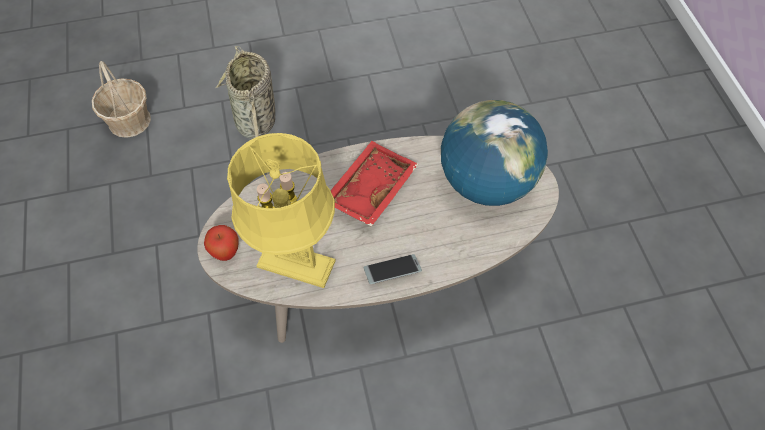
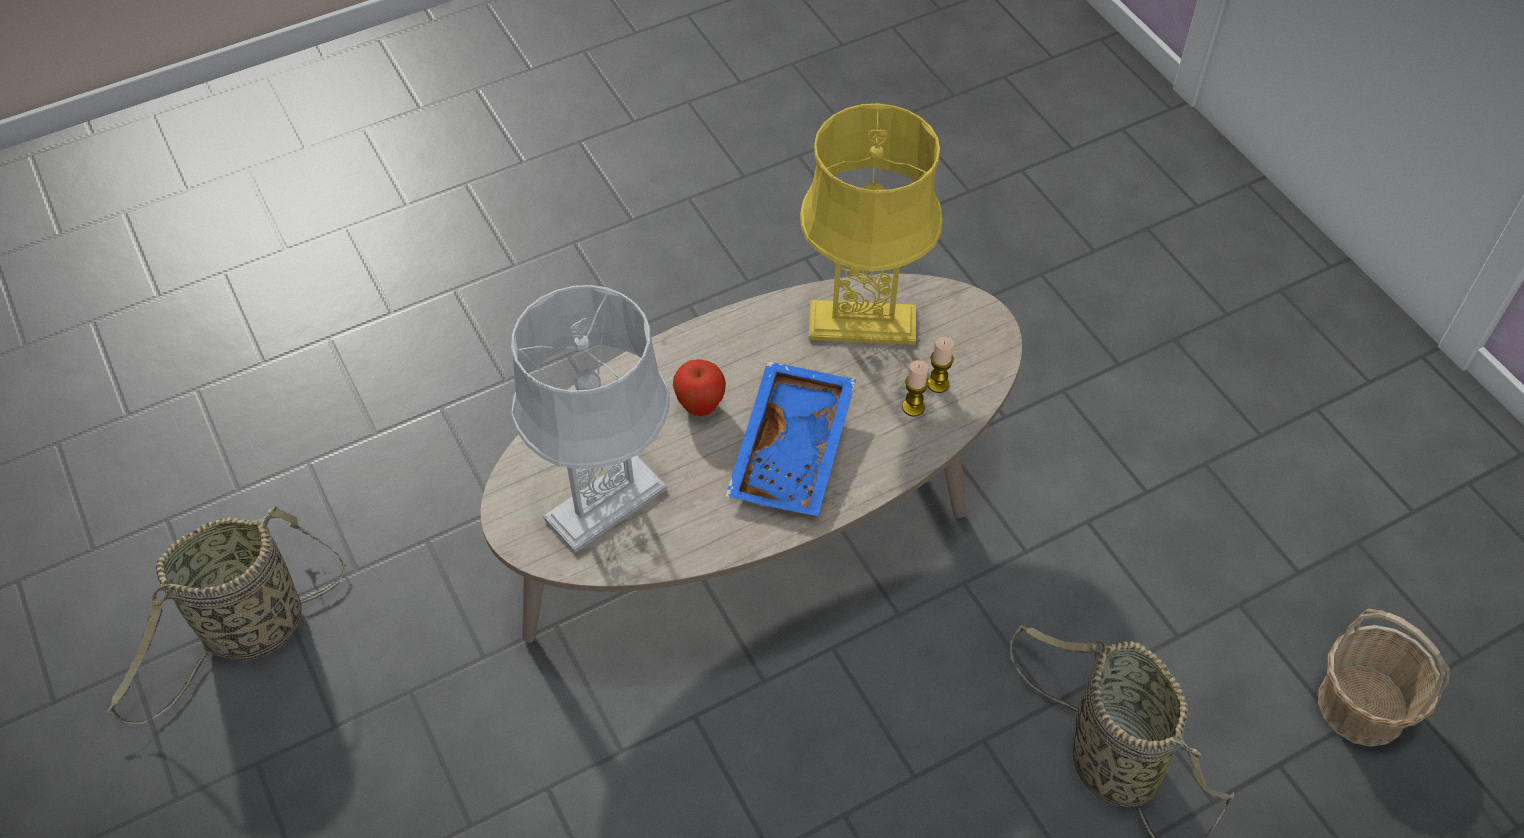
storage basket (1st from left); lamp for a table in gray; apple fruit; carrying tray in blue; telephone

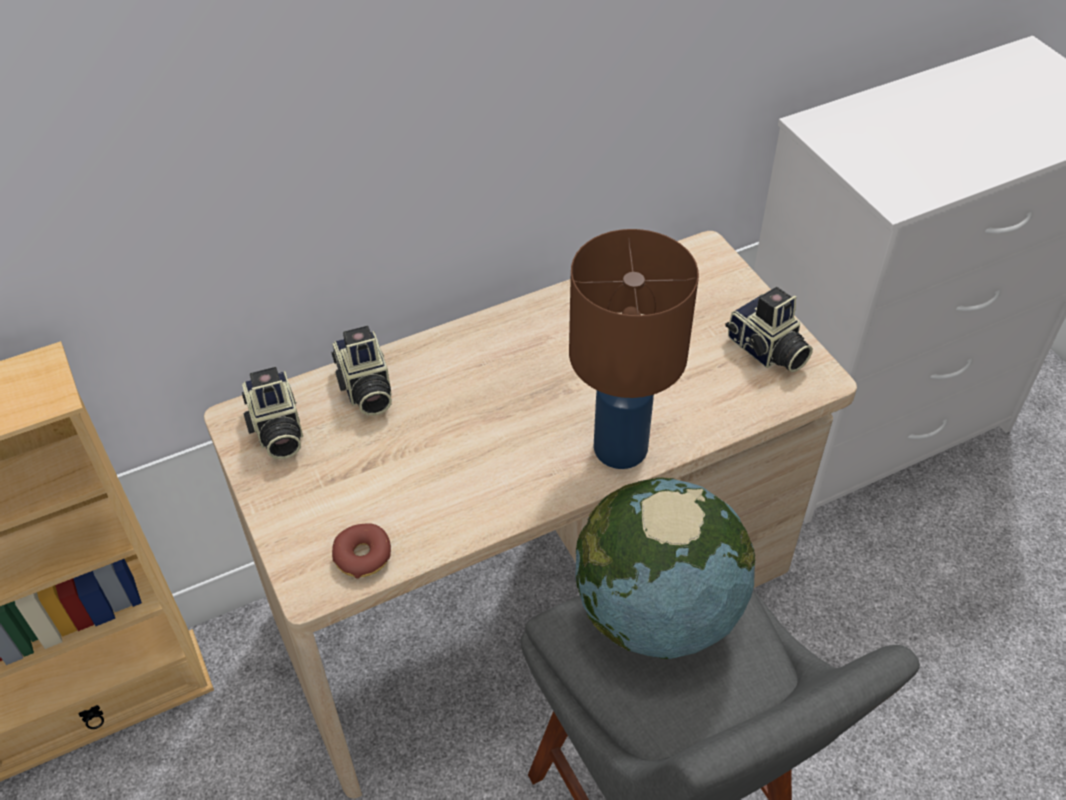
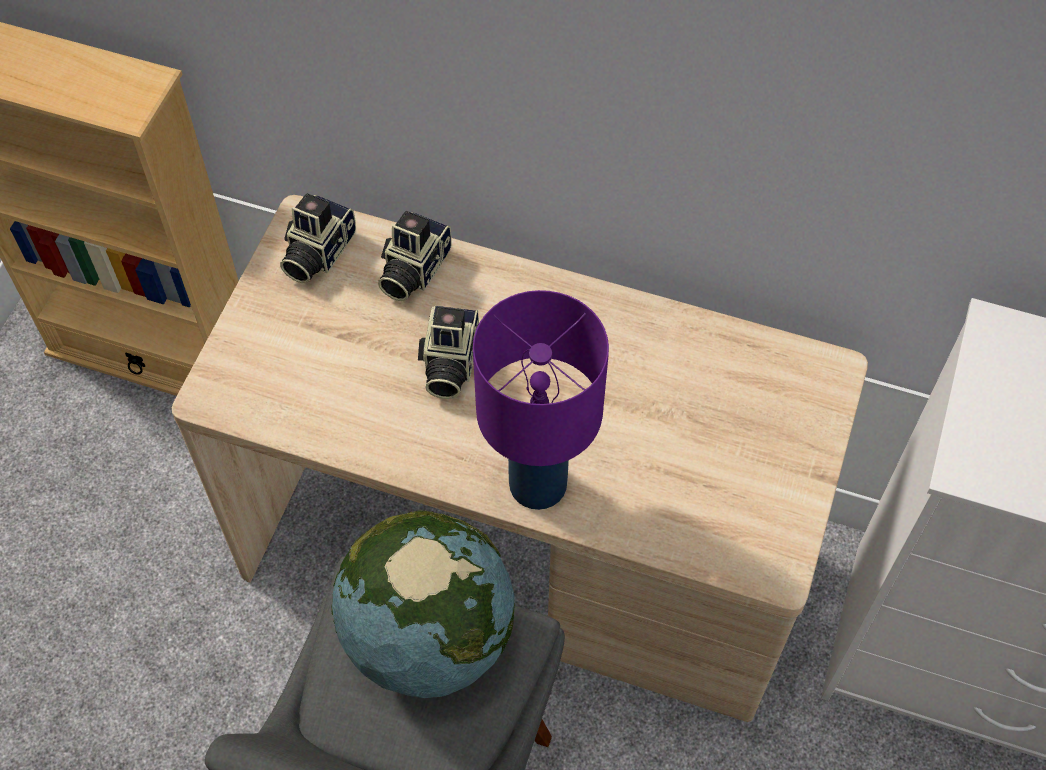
photo camera (3rd from left); lamp for a table in purple; donut

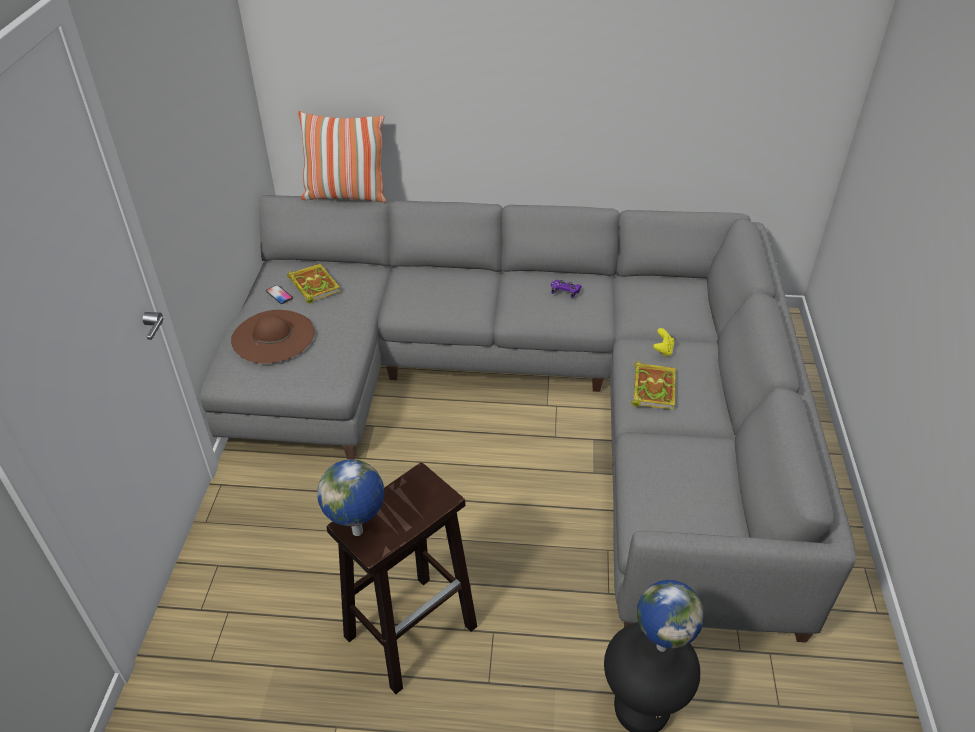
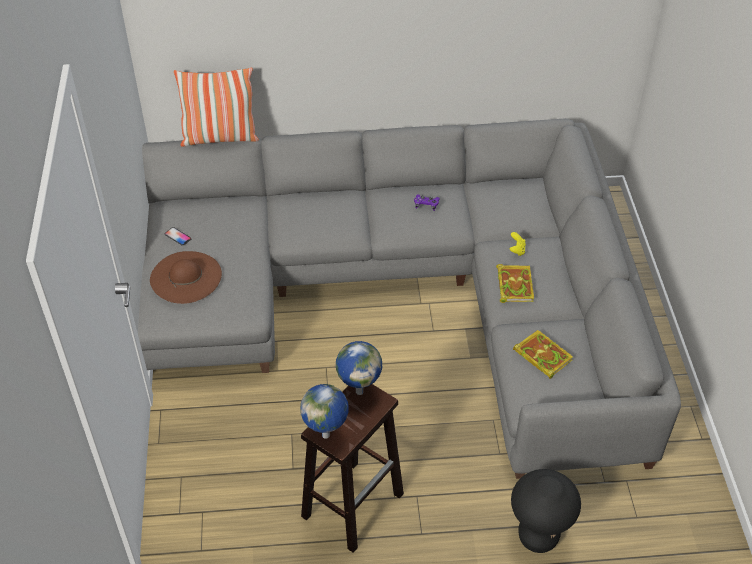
desk globe (2nd from left); bound book (2nd from left)

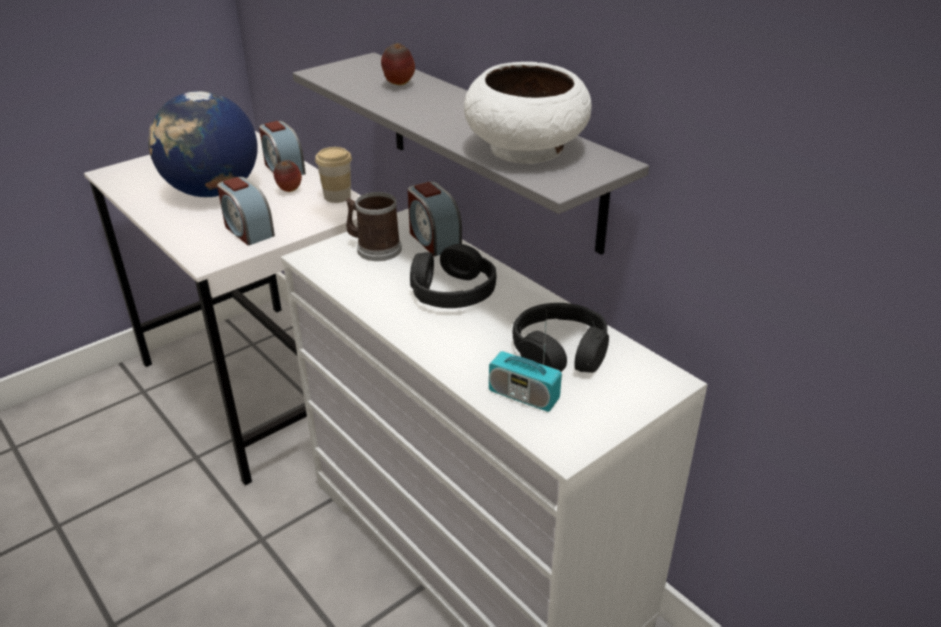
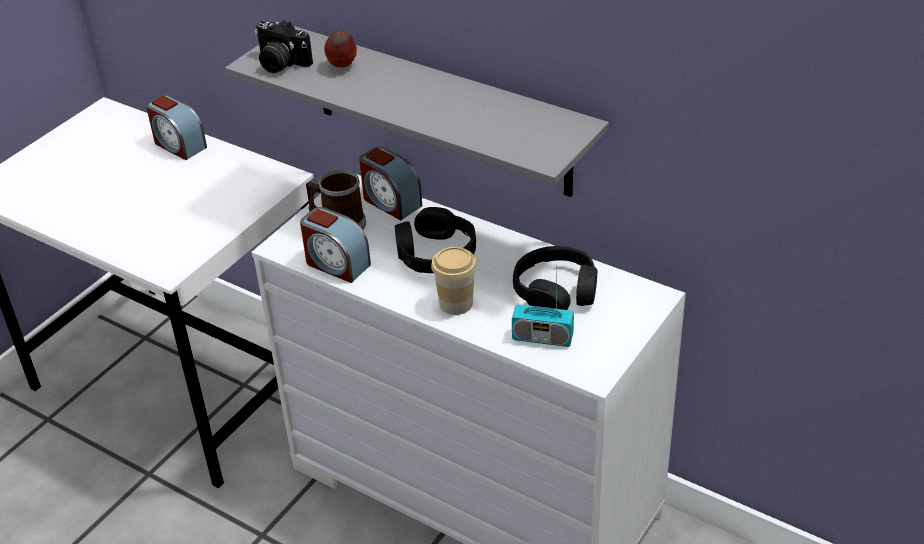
photo camera; bedside clock (2nd from left); drinking cup; desk globe; apple fruit (1st from left in the first image); serving bowl in whitish

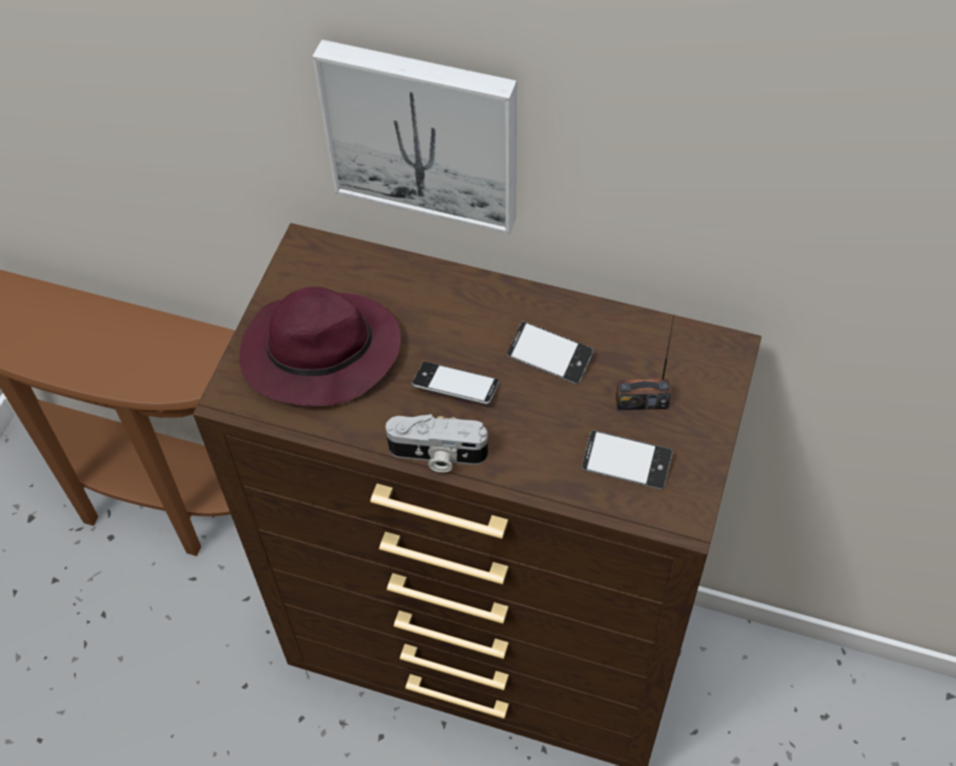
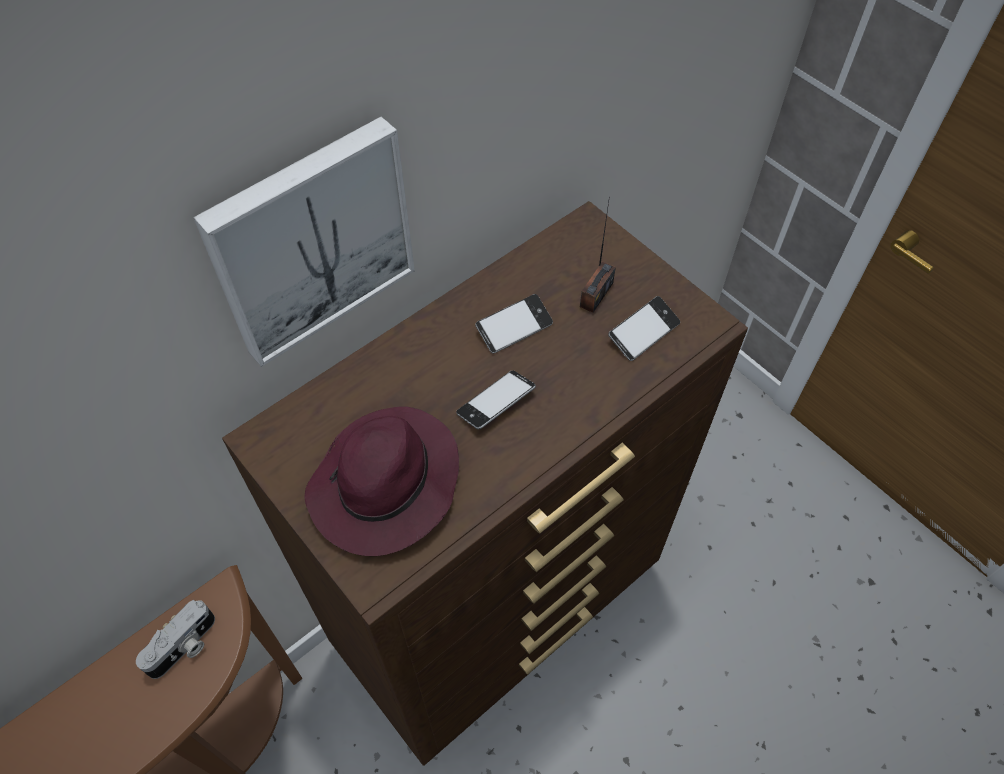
photo camera

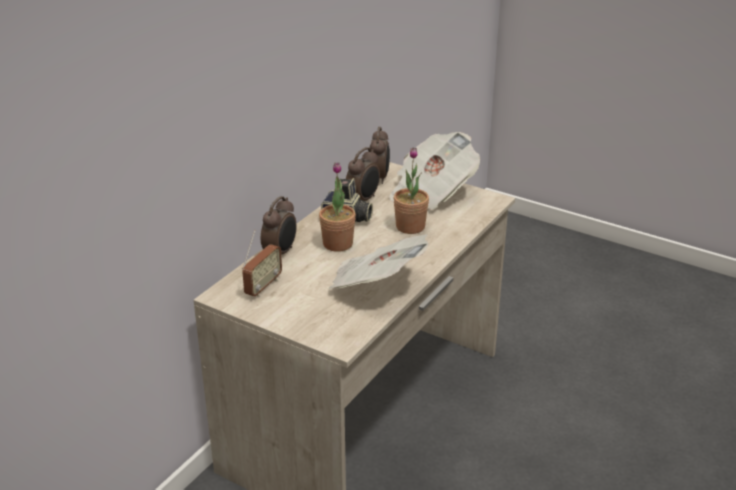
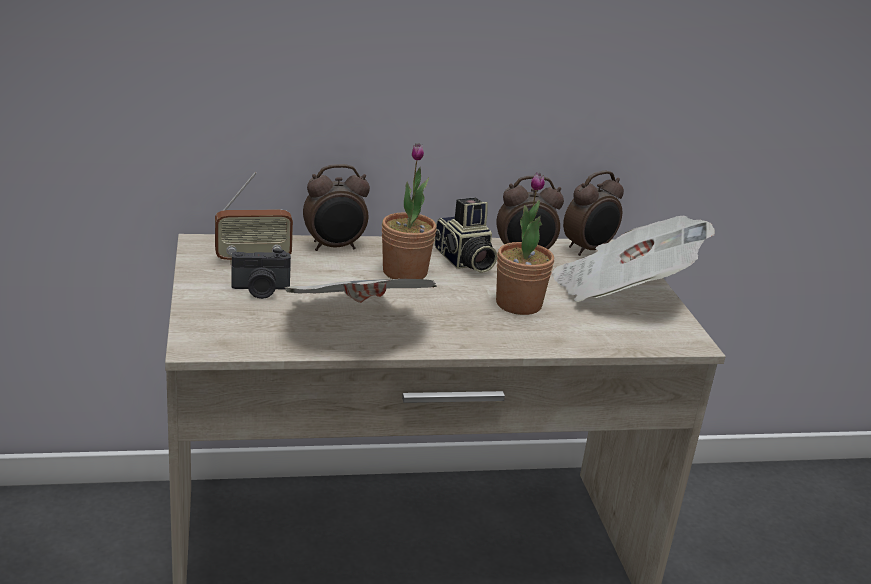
photo camera (1st from left)

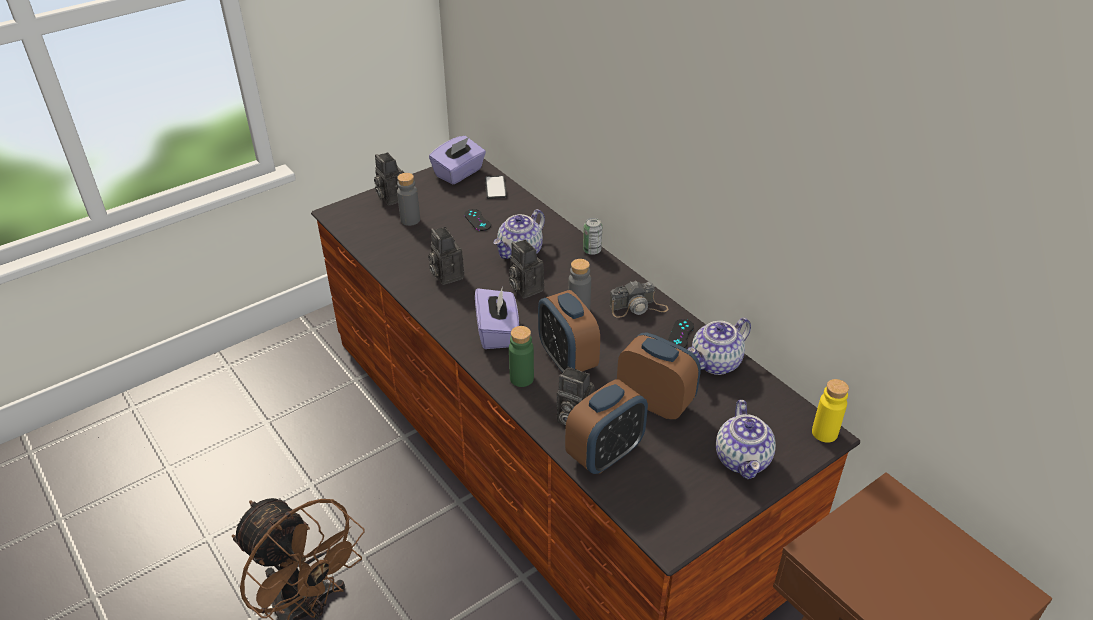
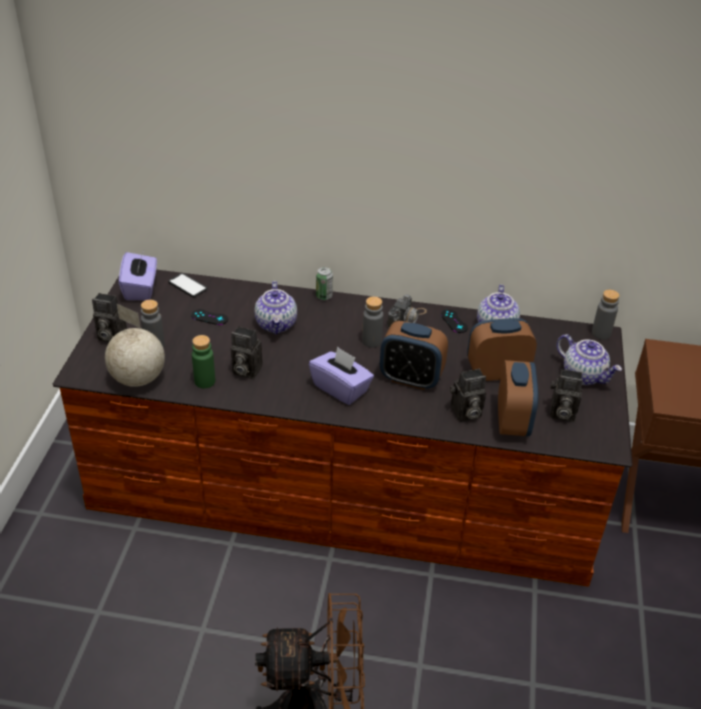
desk globe; bottle in greenish; photo camera (5th from left); bottle in gray (3rd from left)

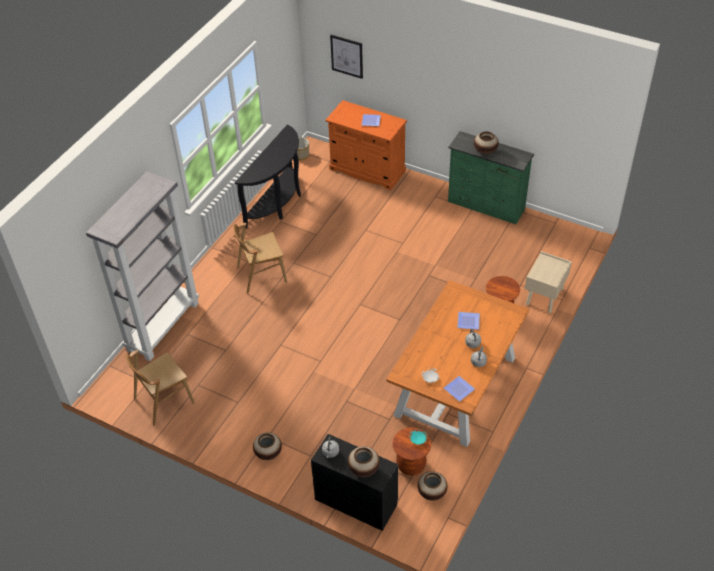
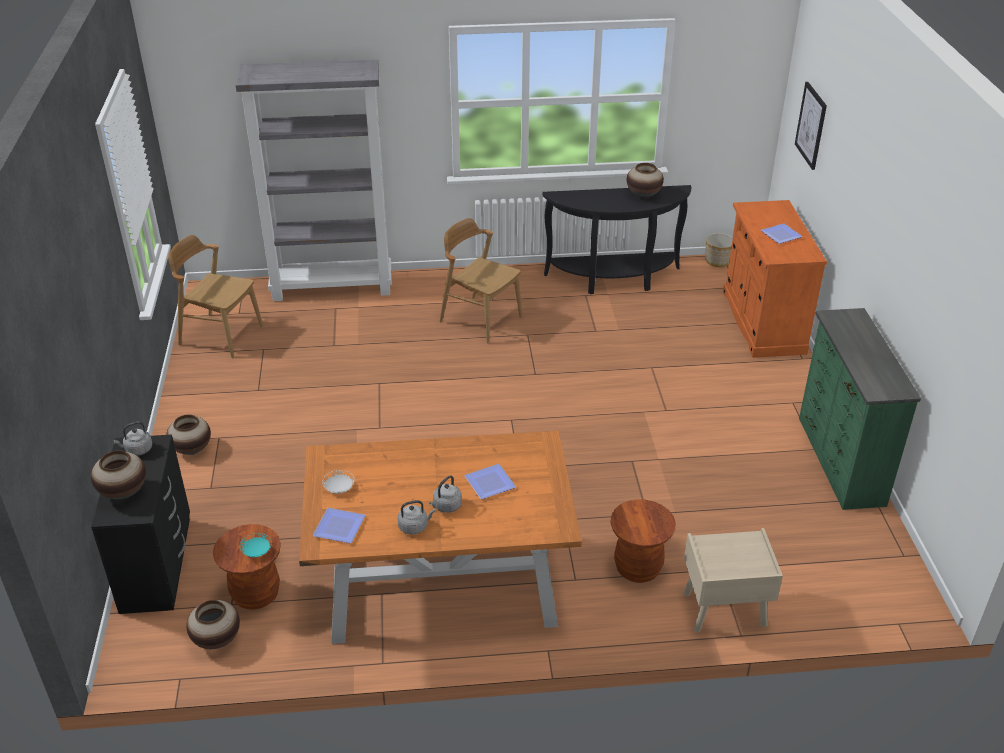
flower vase (4th from left)

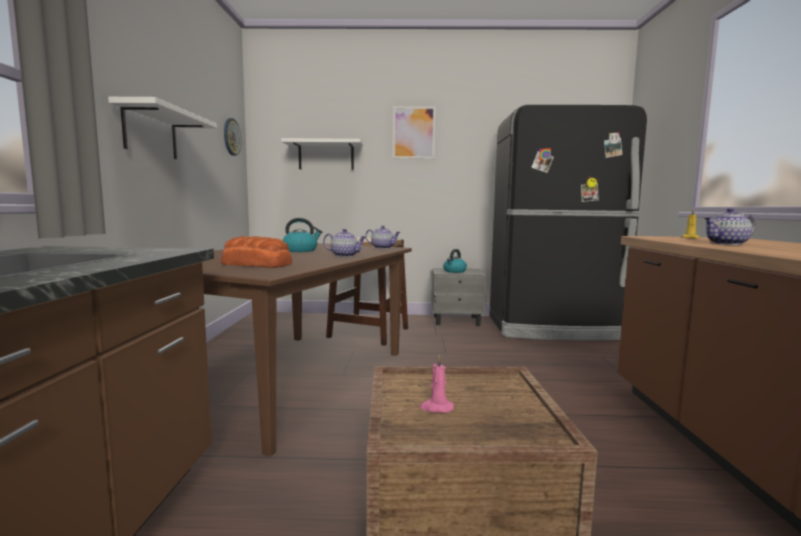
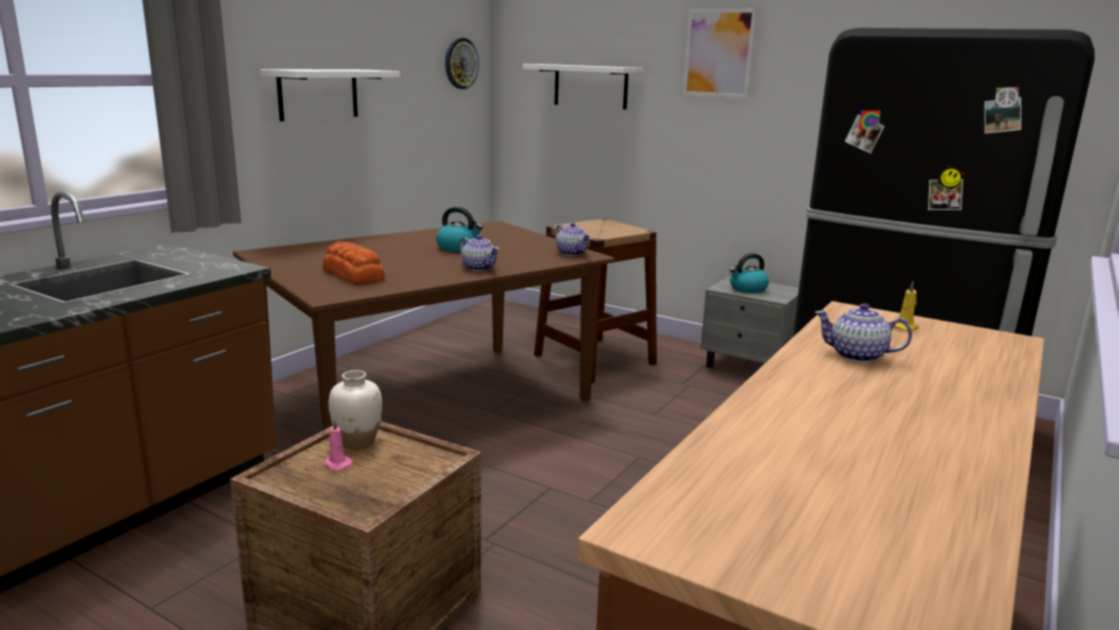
flower vase in whitish

